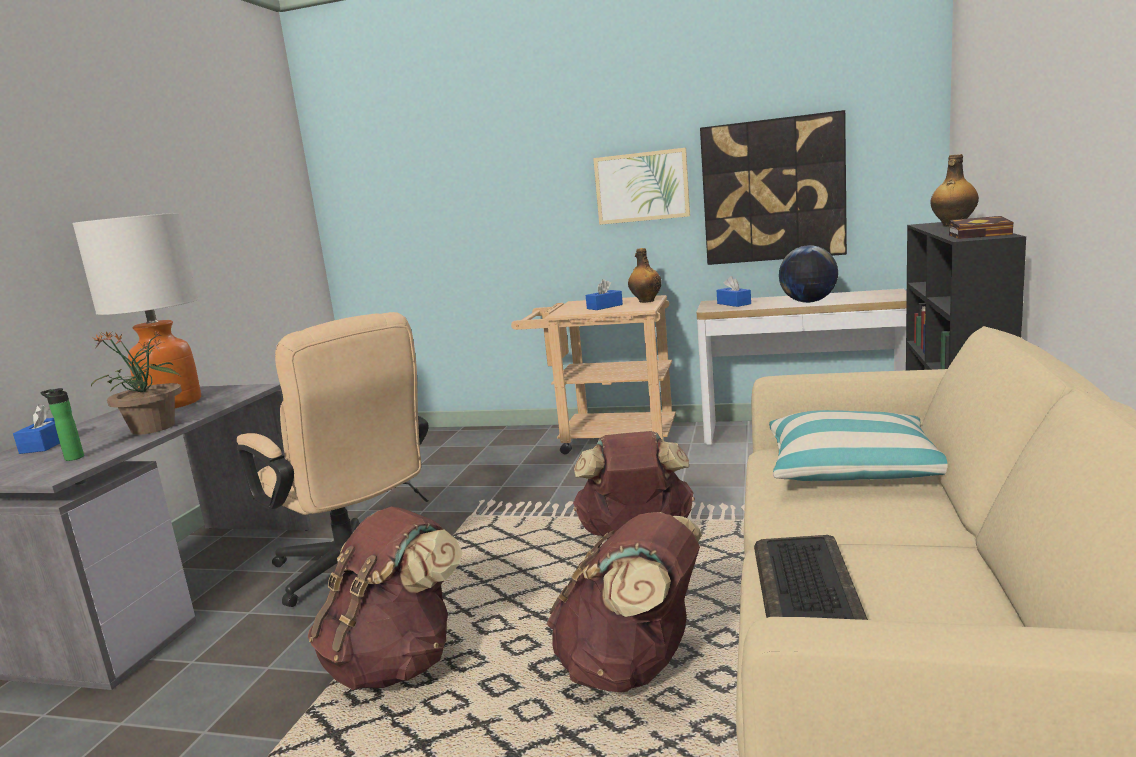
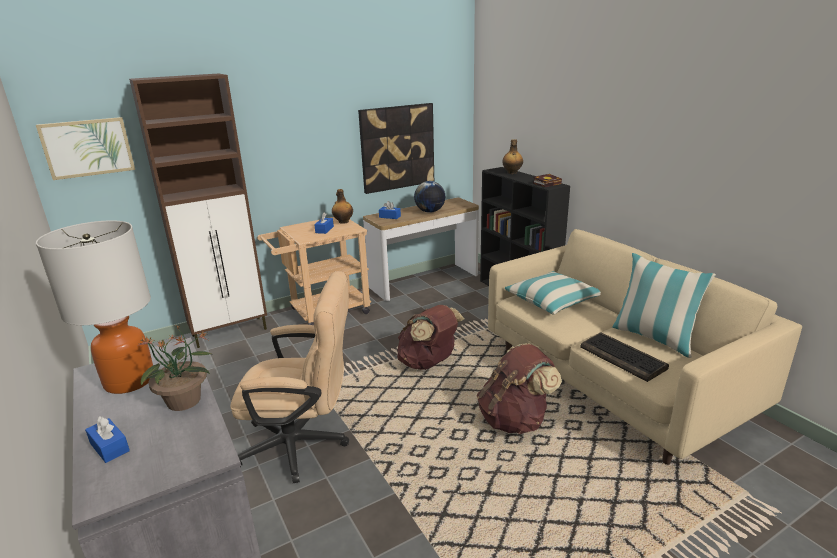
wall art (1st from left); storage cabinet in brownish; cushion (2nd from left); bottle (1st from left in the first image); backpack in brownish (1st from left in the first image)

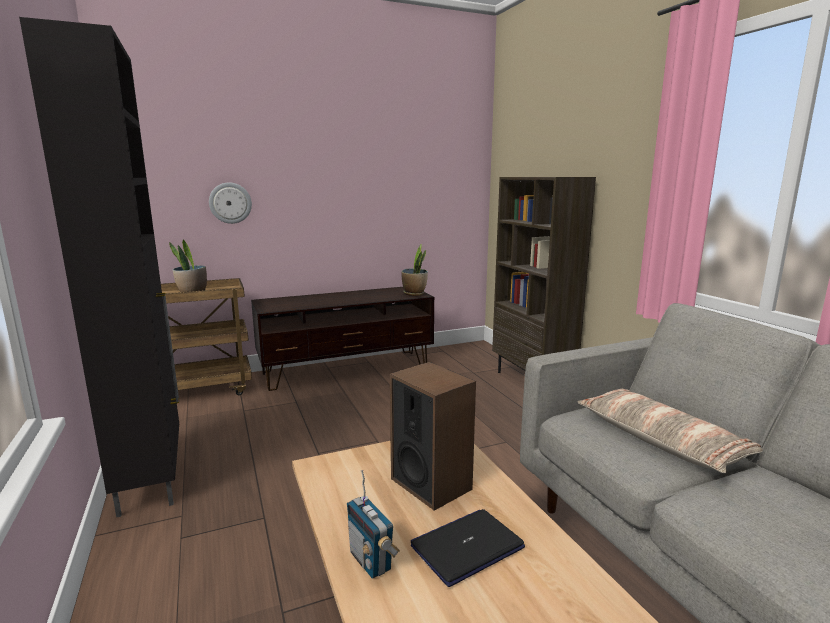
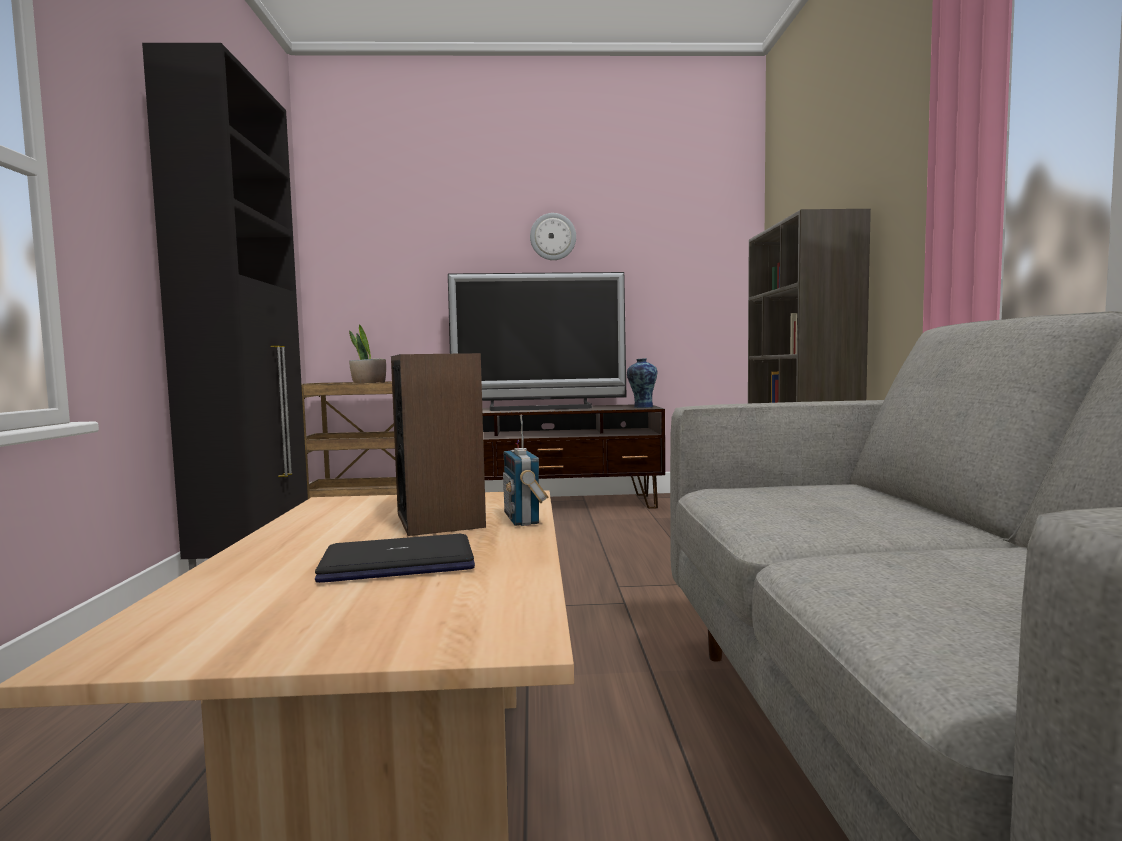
television; radio receiver; clock on the wall; flower vase; cushion

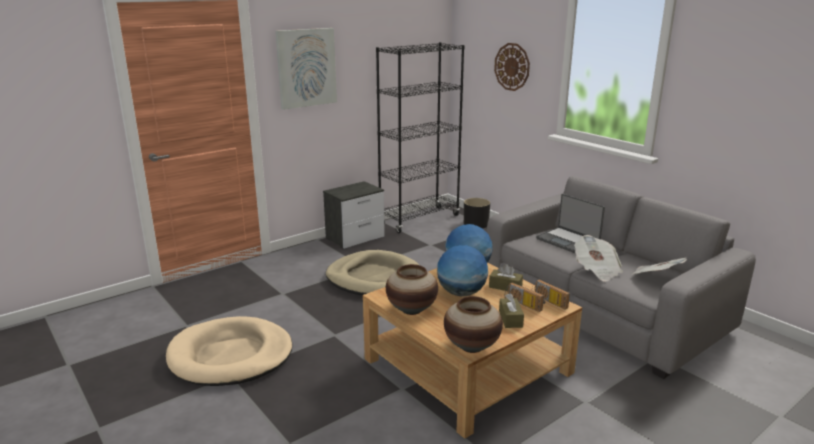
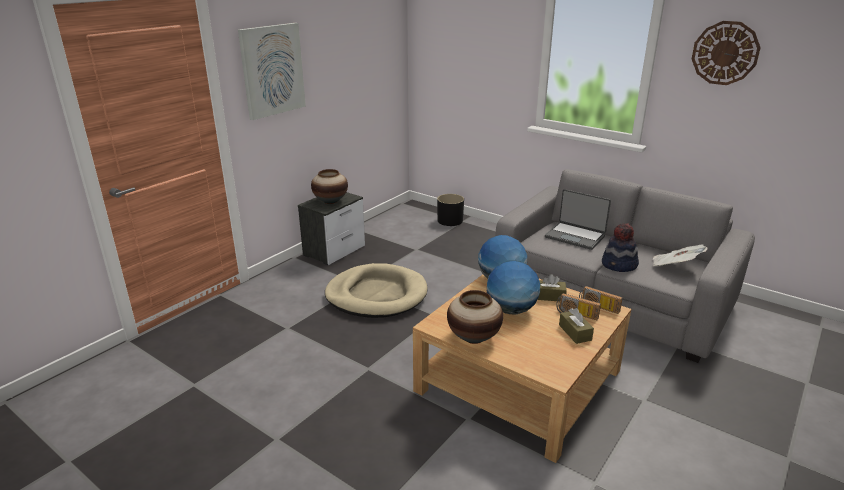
flower vase (1st from left); wearable hat; clock on the wall; dog cushion in sand-coloured (1st from left in the first image); bookcase in black-coloured

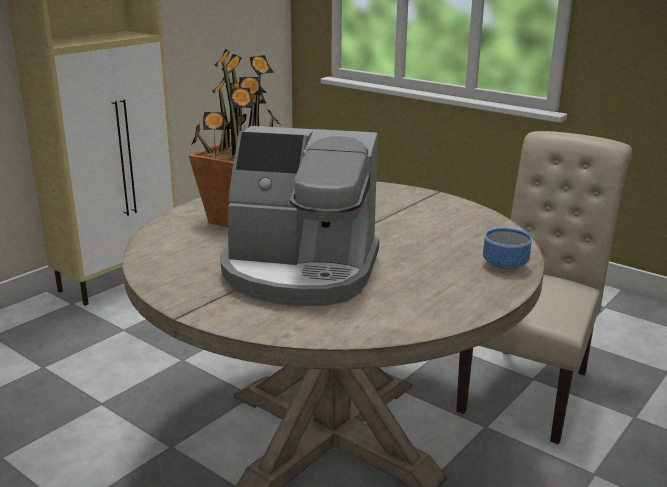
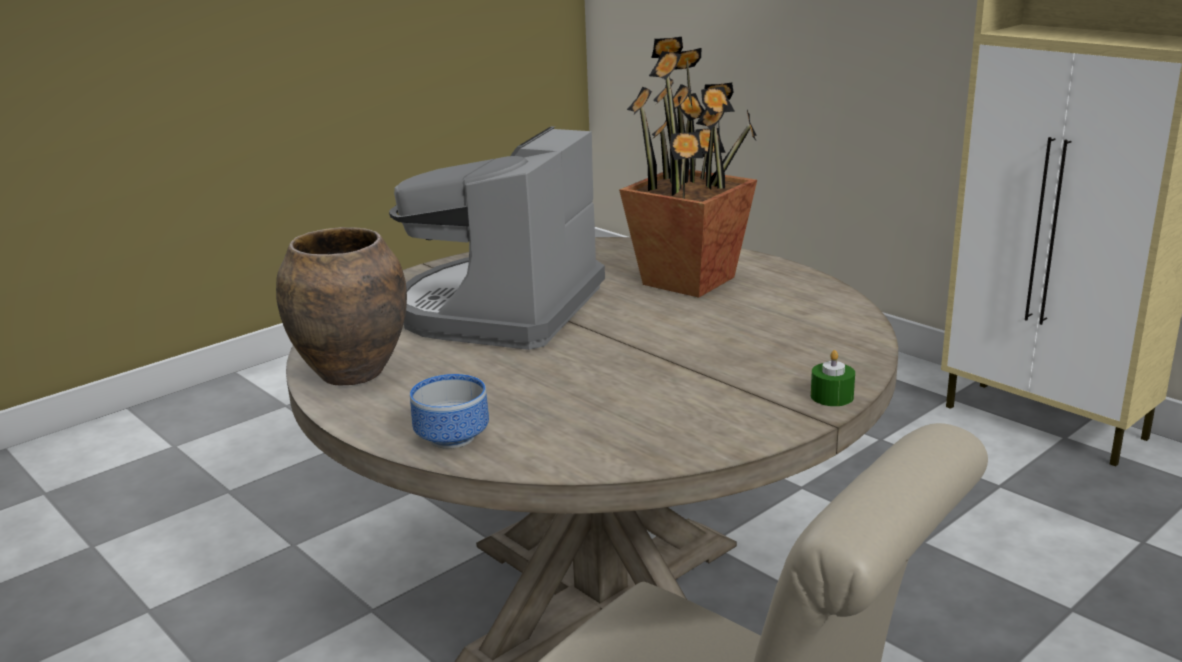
flower vase in brownish; candle in greenish

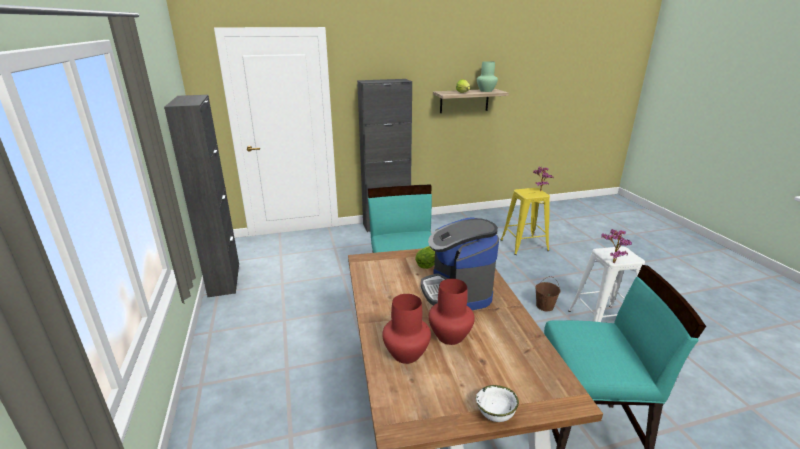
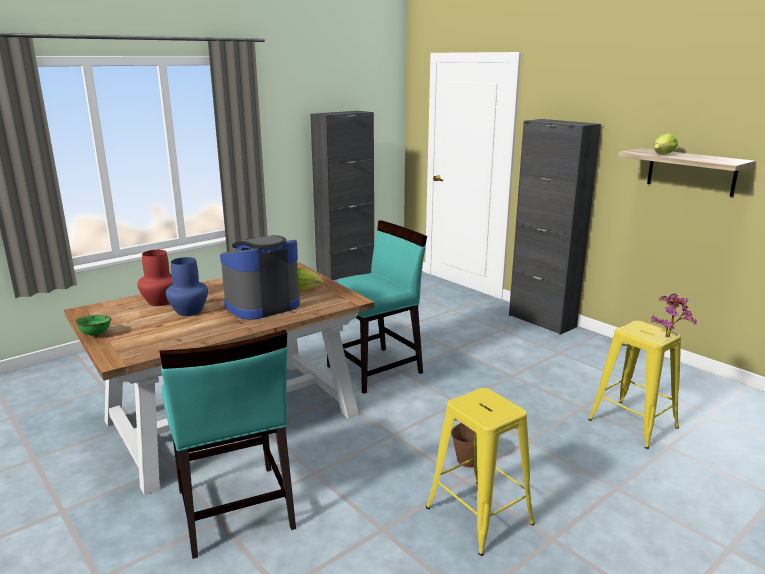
serving bowl in greenish; flower vase in blue; sitting stool in yellow-coloured (1st from left); flower vase in greenish; plant in a pot (2nd from left in the first image)

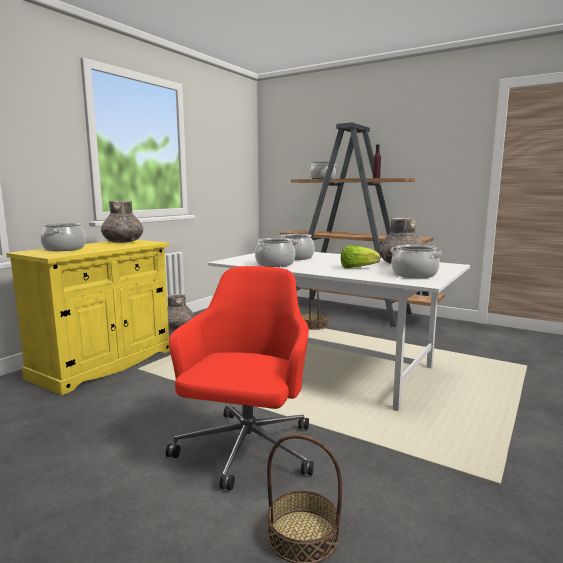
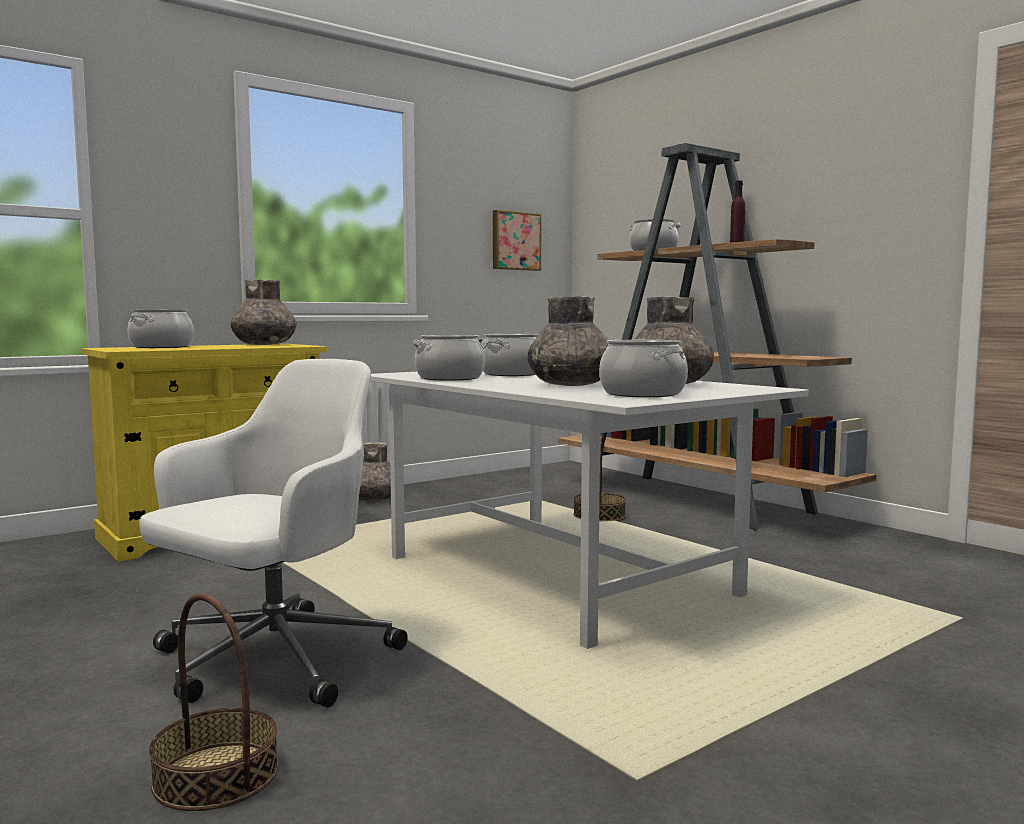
desk chair in whitish; wall art; flower vase in gray (3rd from left)

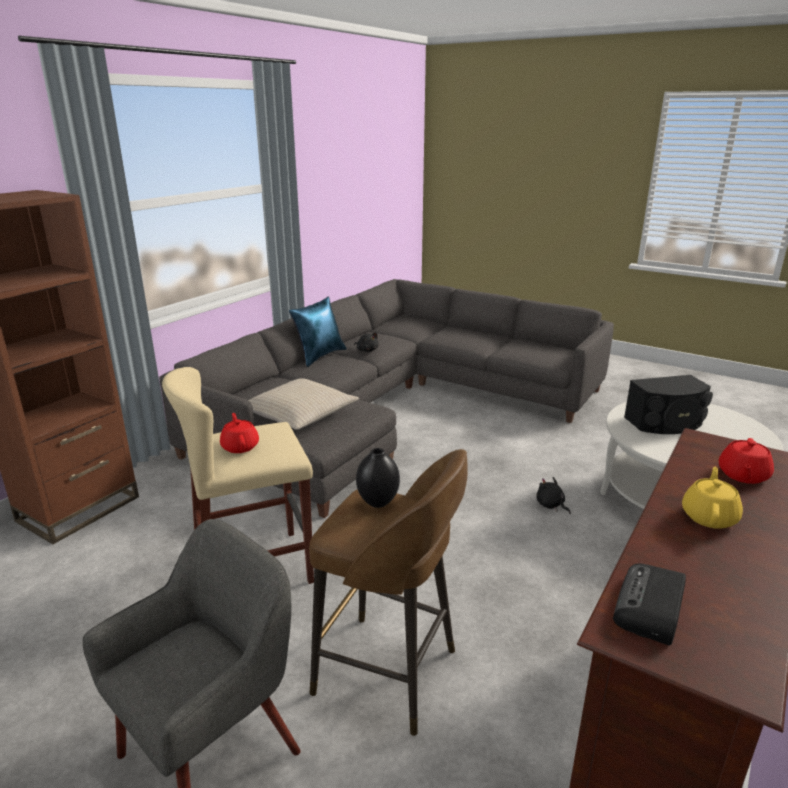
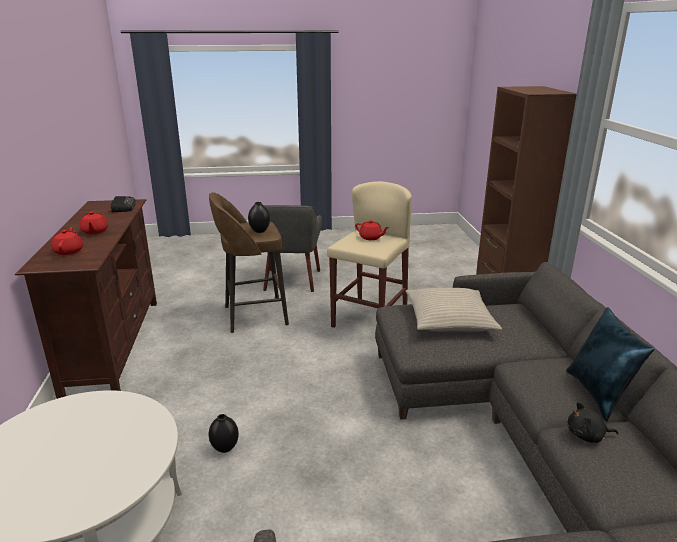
tea pot in red (2nd from left); flower vase in black-coloured (1st from left); loudspeaker in black-coloured

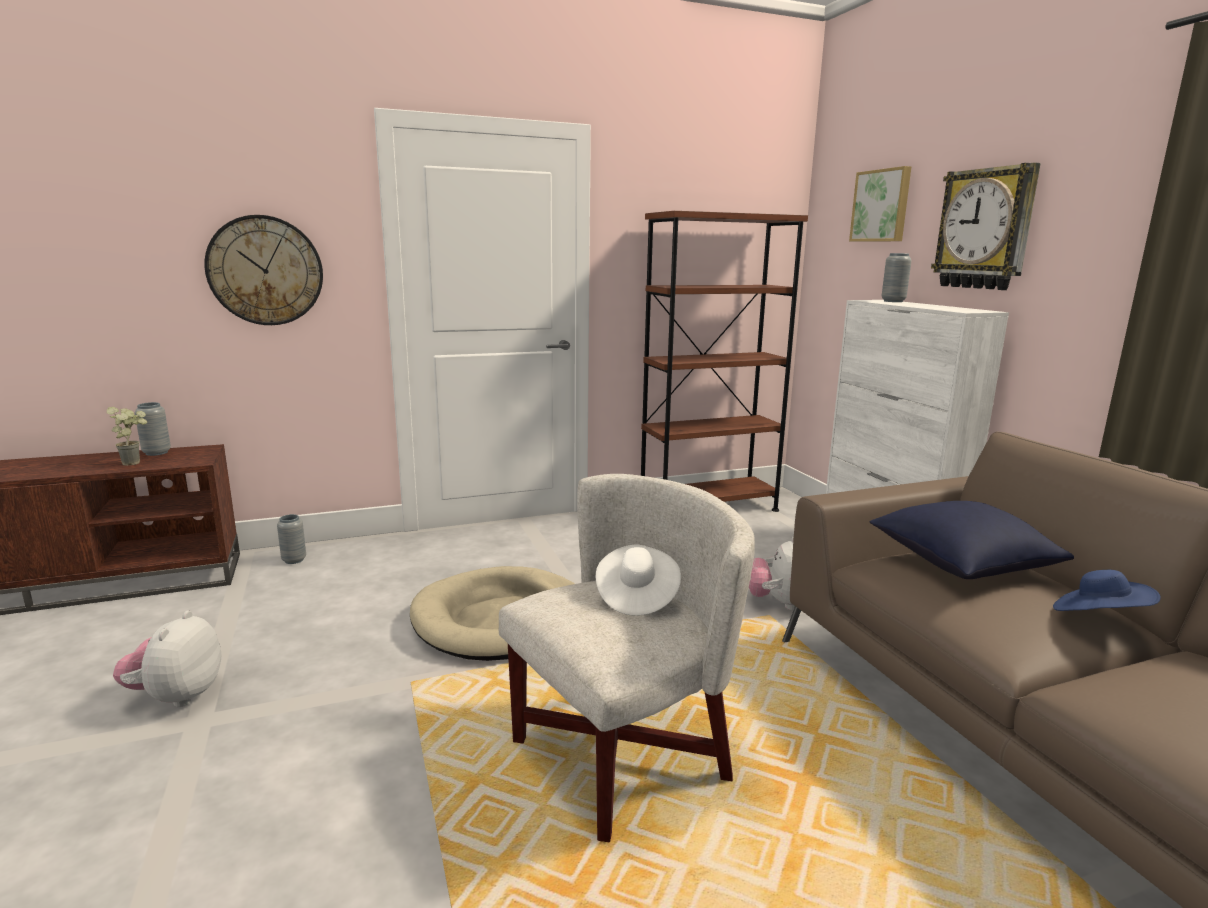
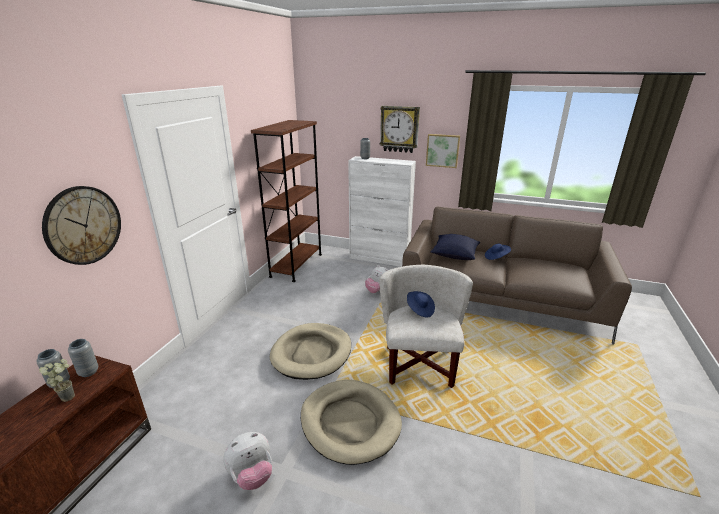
flower vase in gray (2nd from left); soft toy (1st from left); dog cushion in sand-coloured (2nd from left); wearable hat in blue (1st from left); wall art

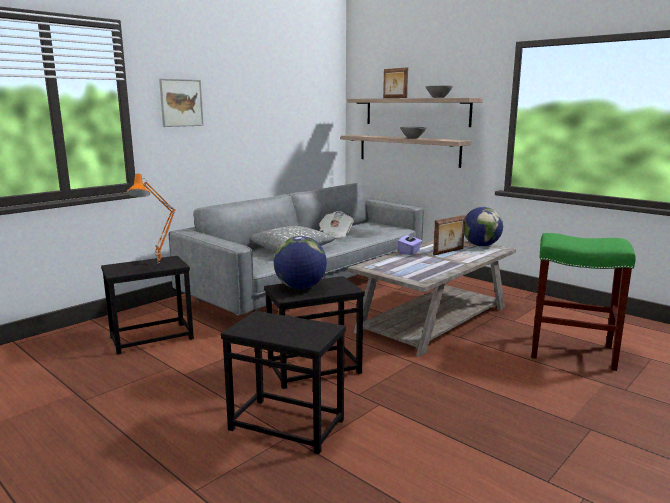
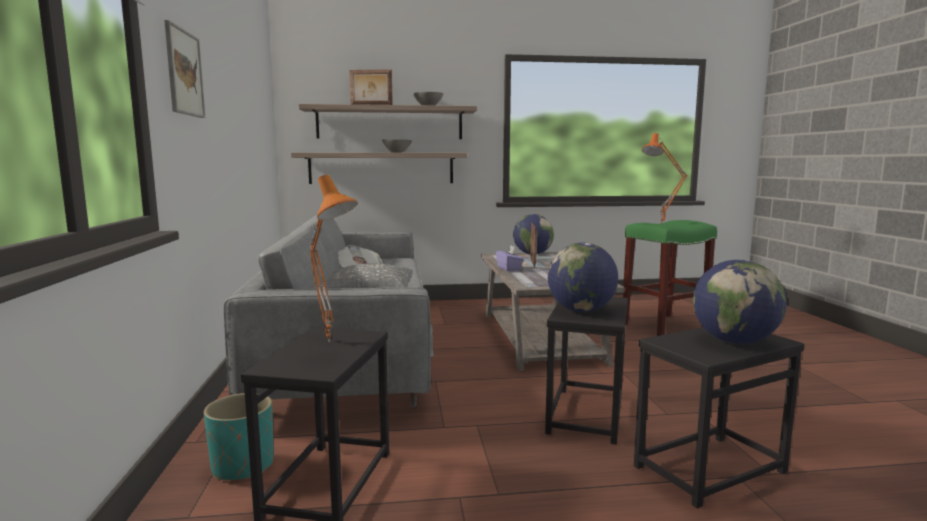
flower pot in blue-green; lamp for a table in orangey (2nd from left); desk globe (3rd from left)

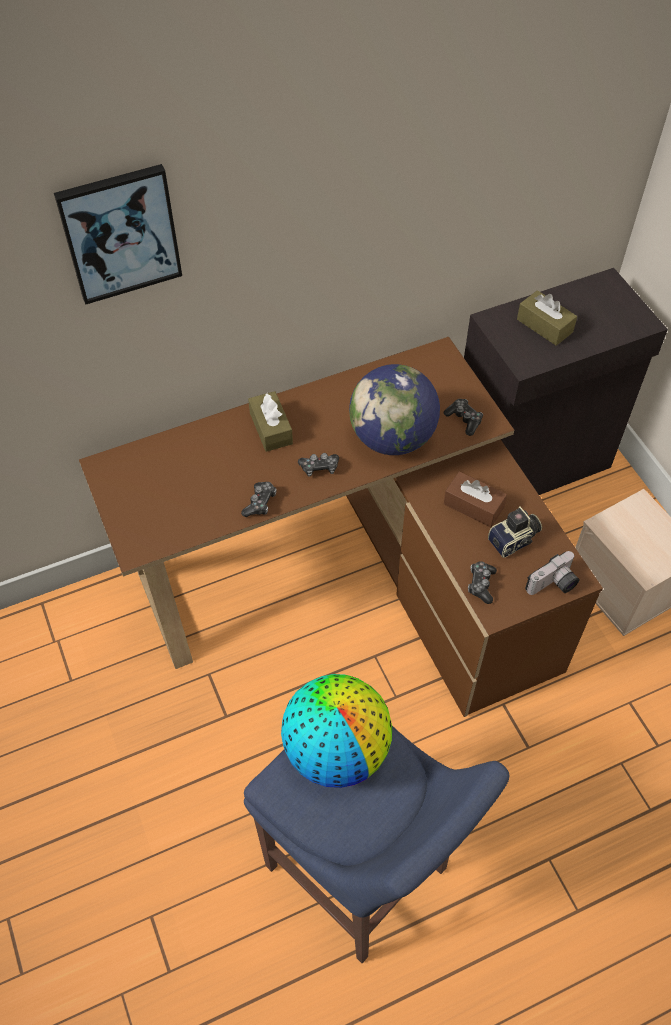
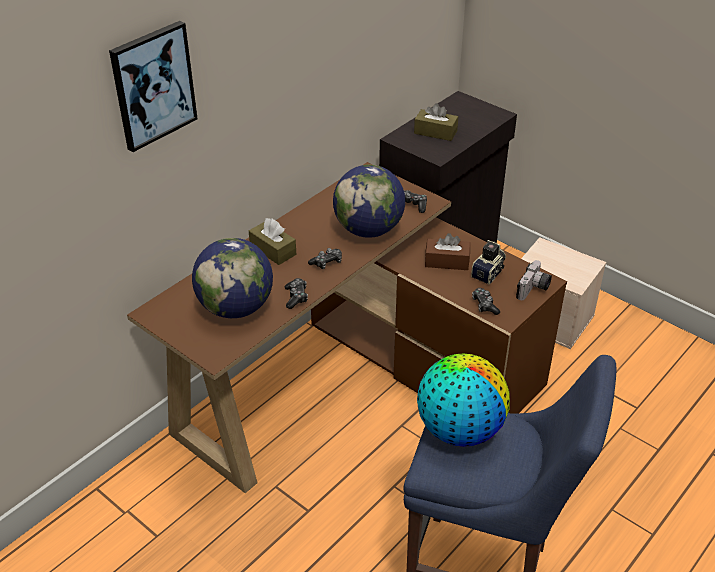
desk globe (1st from left)

